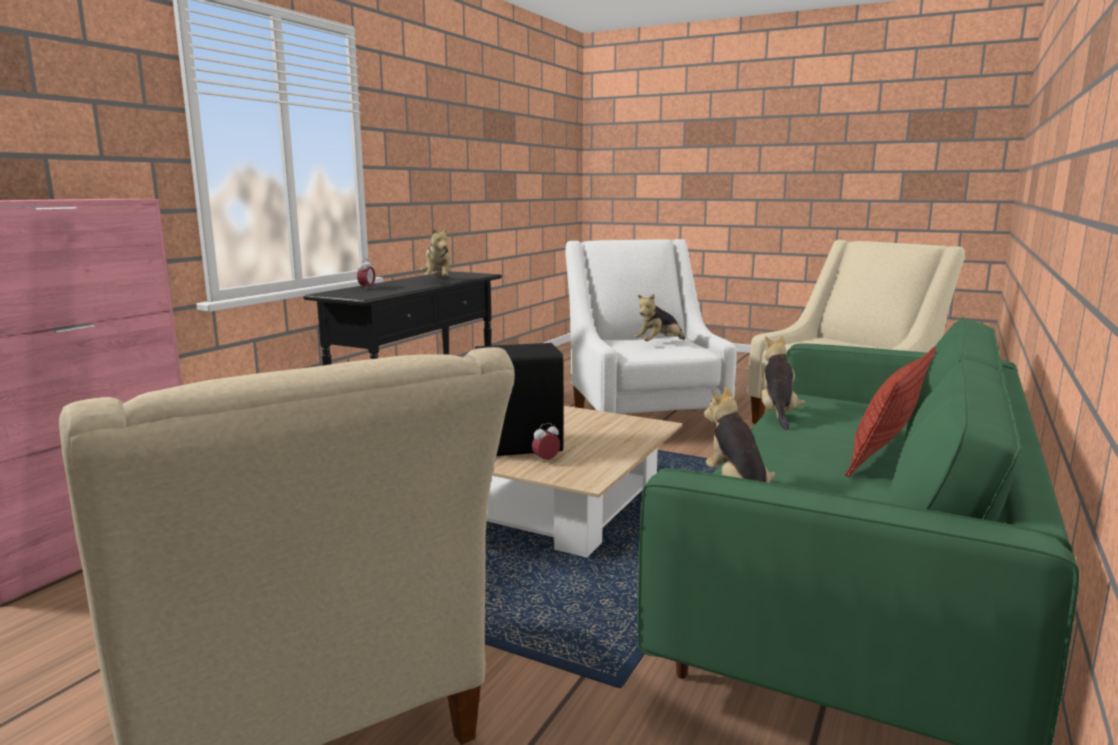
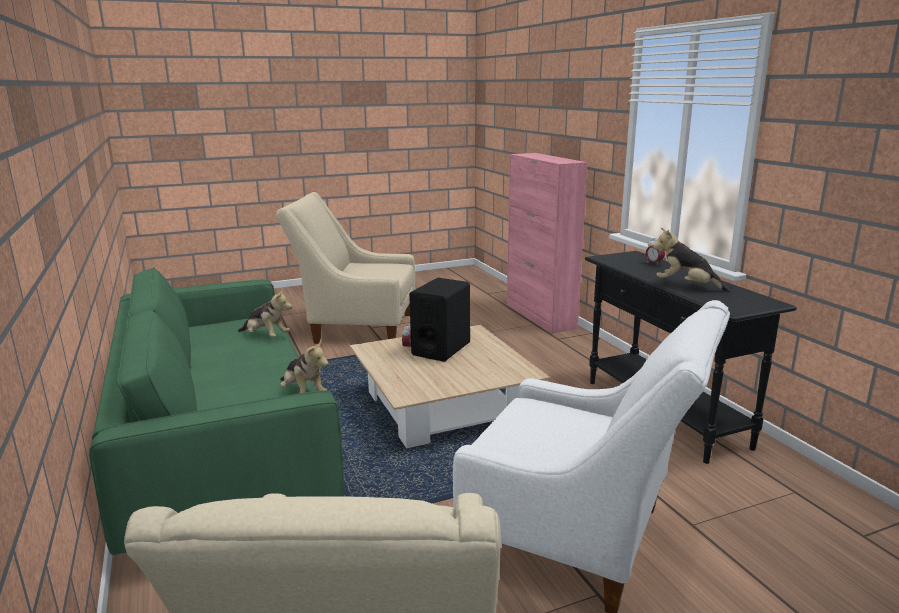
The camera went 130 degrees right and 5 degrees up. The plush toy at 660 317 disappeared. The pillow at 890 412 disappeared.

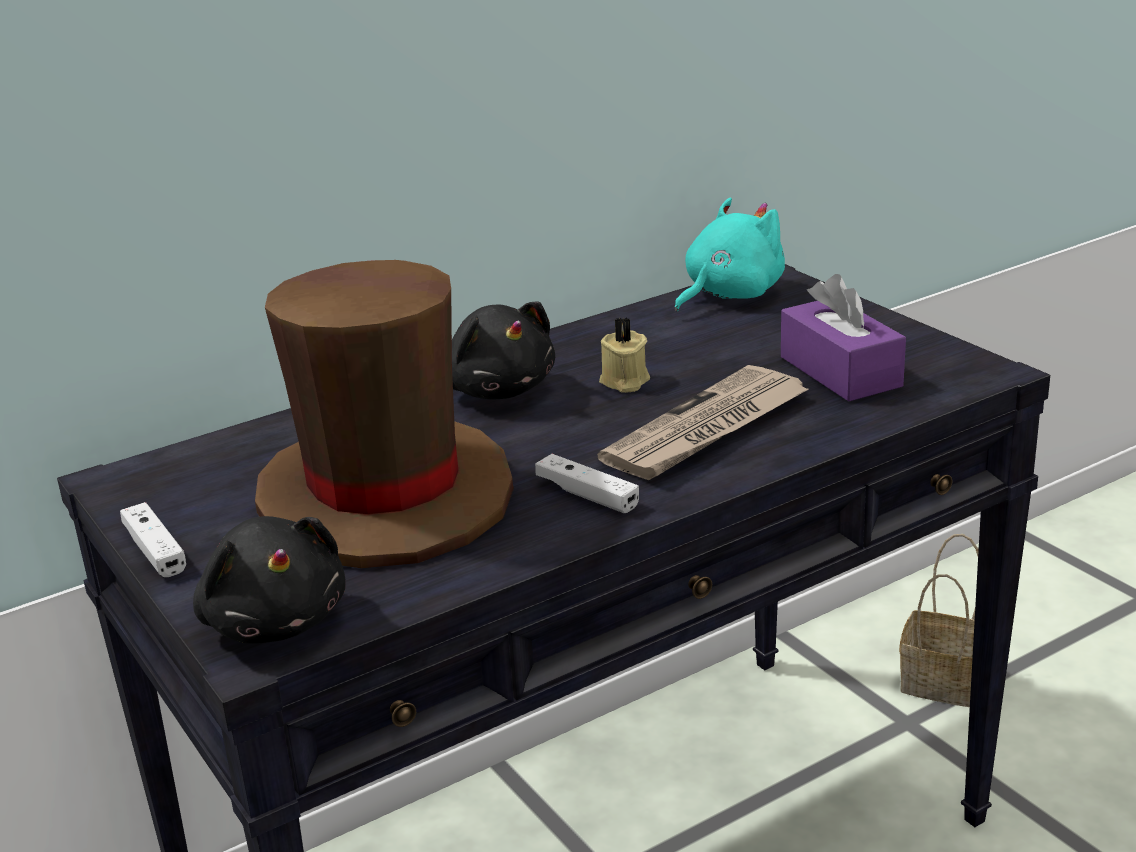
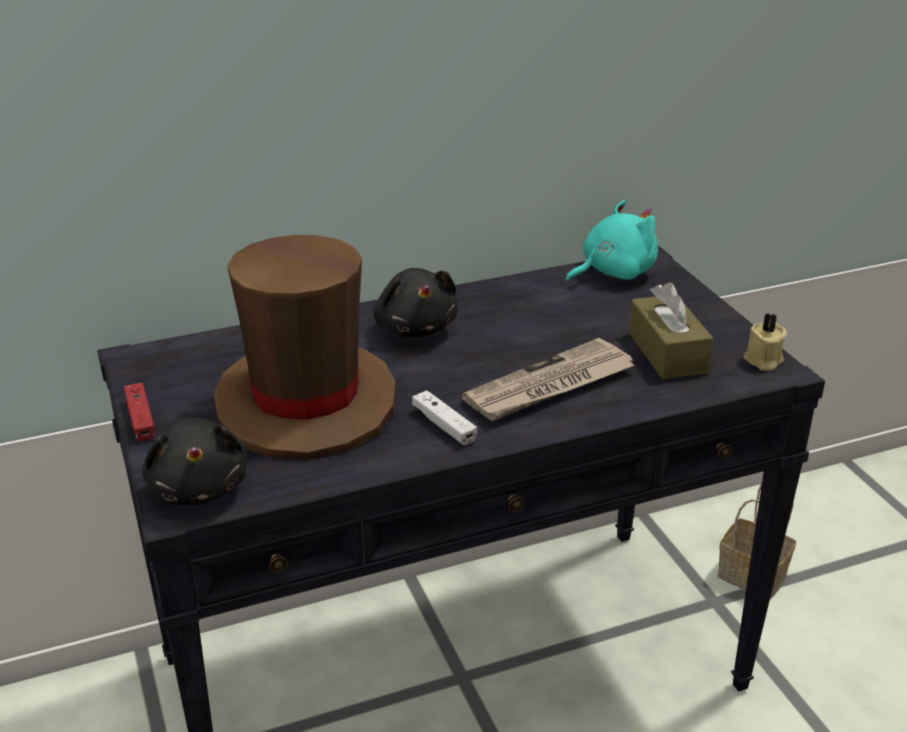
The camera went 10 degrees right and 5 degrees up. The whitish gamepad at 153 539 became the red gamepad at 139 412. The sand-coloured wax candle moved from 624 355 to 765 342. The purplish tissue holder at 843 338 became the brown tissue holder at 671 330.

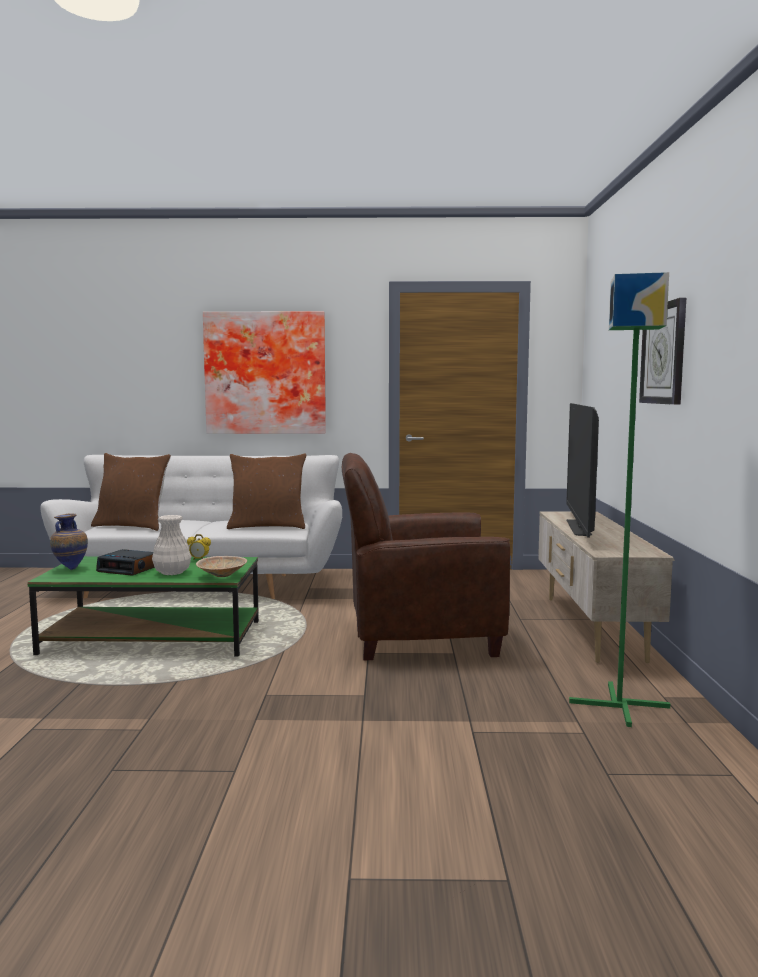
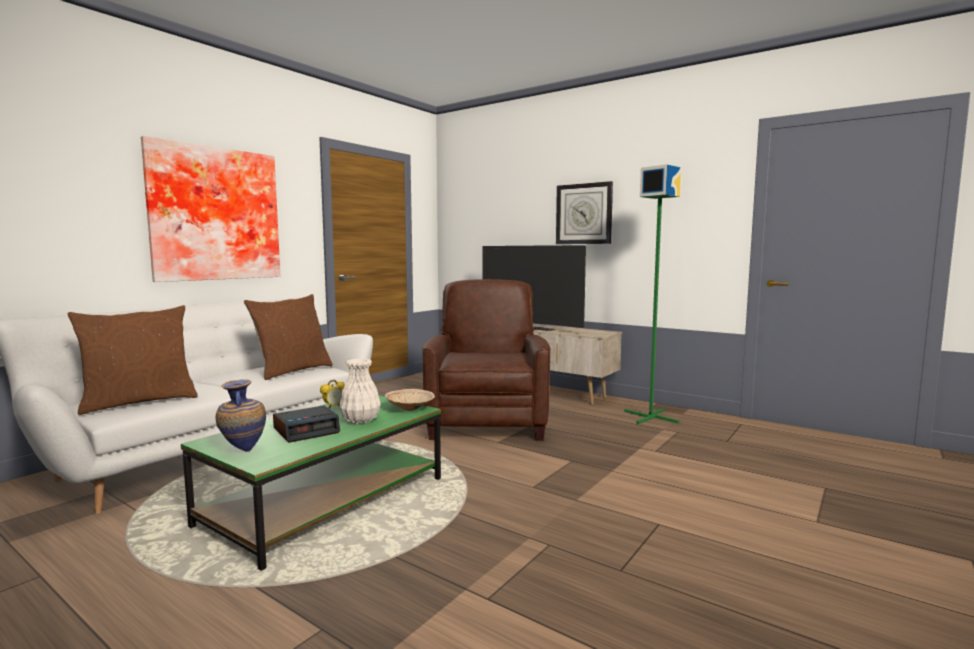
The camera went 55 degrees left and 0 degrees up. The brown easy chair at 426 556 turned 150 degrees clockwise.

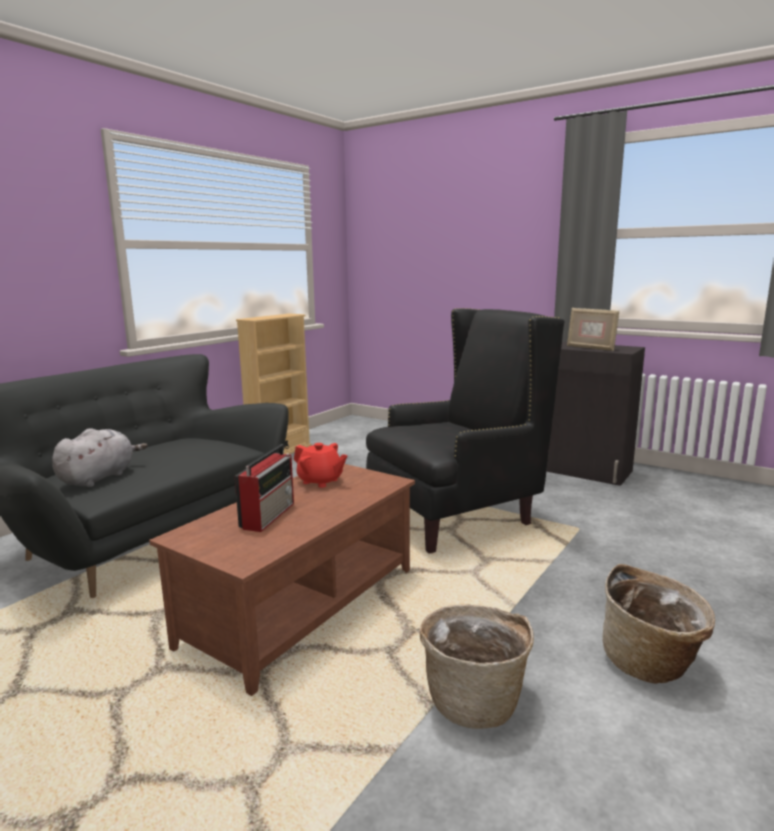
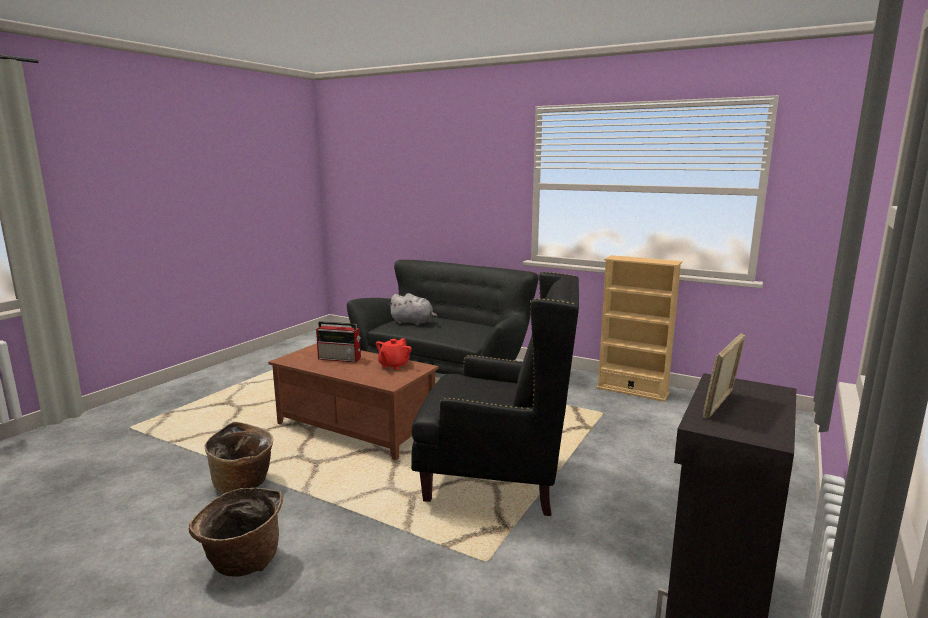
The camera went 85 degrees right and 0 degrees up. The blackish easy chair at 465 431 turned 45 degrees counterclockwise.

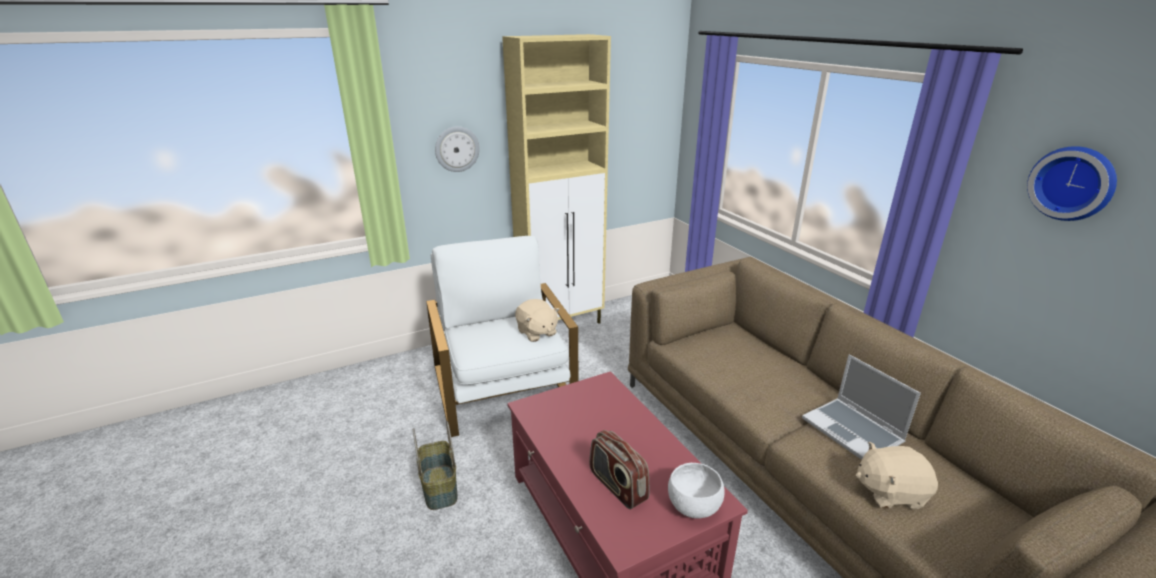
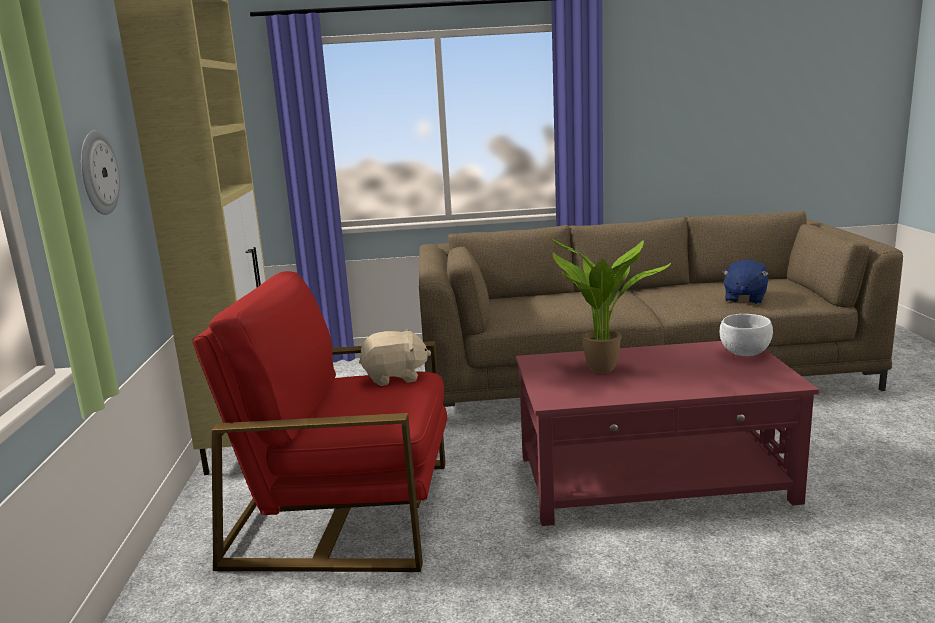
The camera went 65 degrees left and 10 degrees down. The storage basket at 435 465 disappeared. The whitish easy chair at 502 336 became the red easy chair at 320 421. The radio at 619 470 disappeared. The portable computer at 861 407 disappeared. The sand-coloured plush toy at 897 475 became the bluish plush toy at 745 282. The wall clock at 1072 183 disappeared. The potted plant at 608 303 appeared.

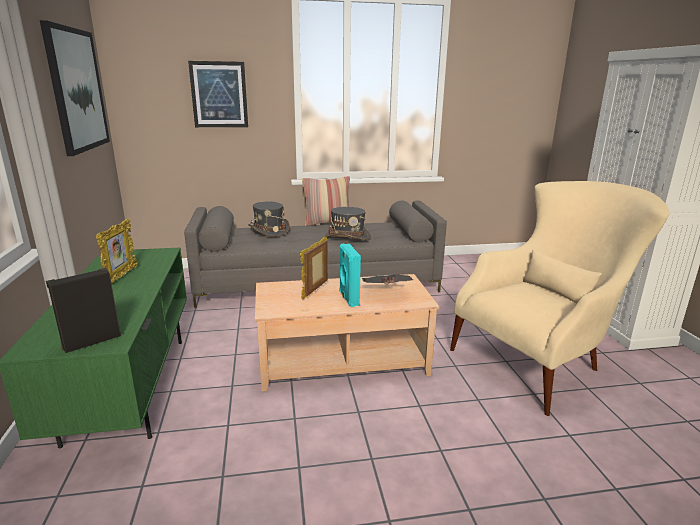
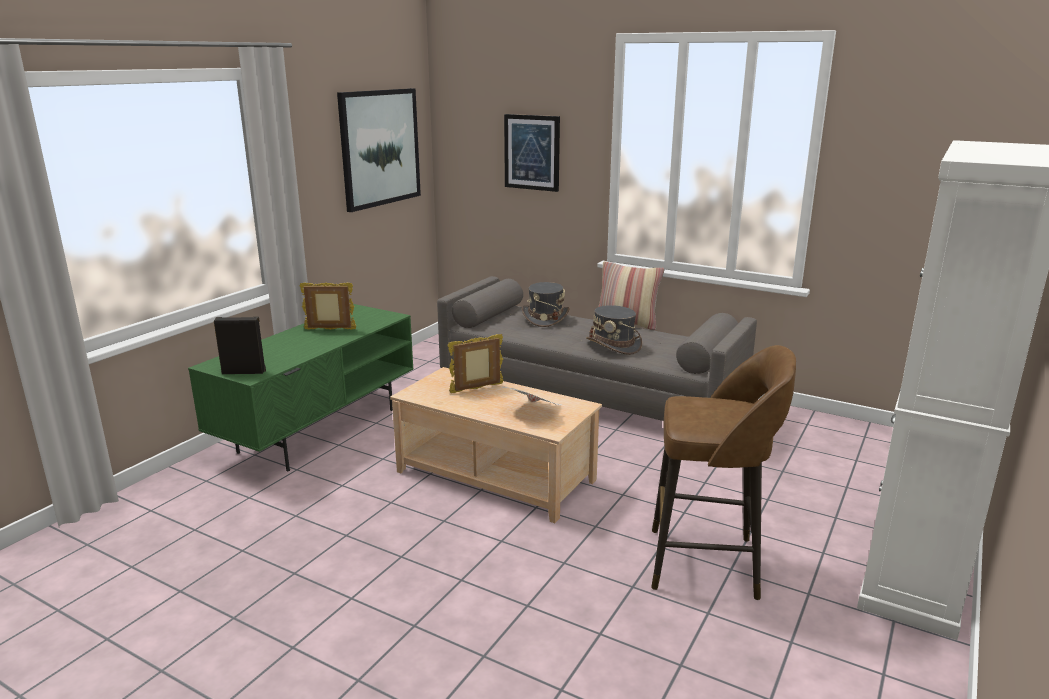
The camera went 40 degrees right and 0 degrees up. The standing frame at 116 251 turned 135 degrees counterclockwise. The blue-green loudspeaker at 350 275 disappeared. The sand-coloured easy chair at 560 298 was replaced by the brown stool at 723 472.

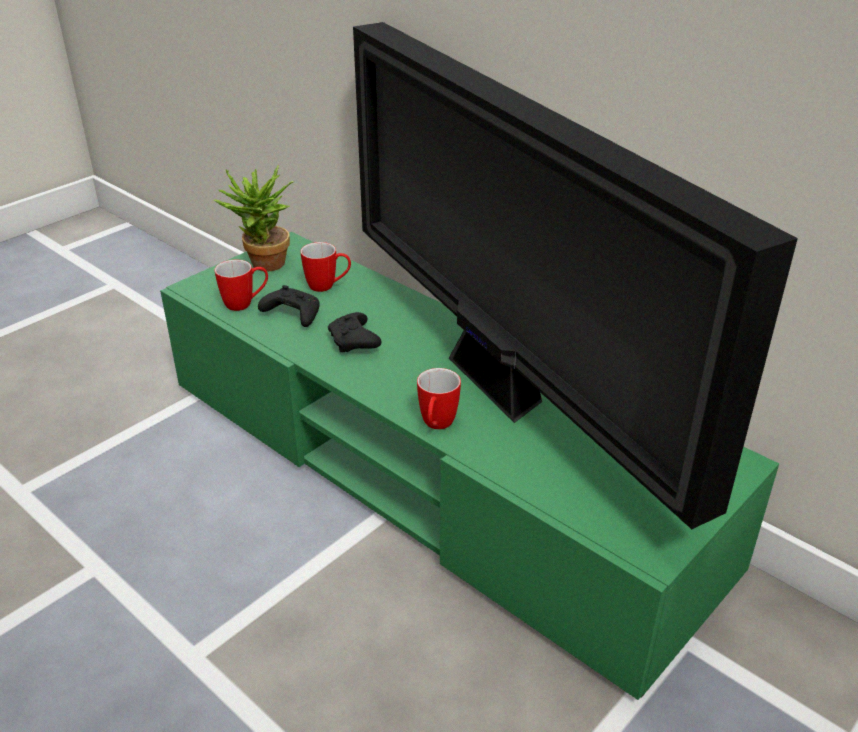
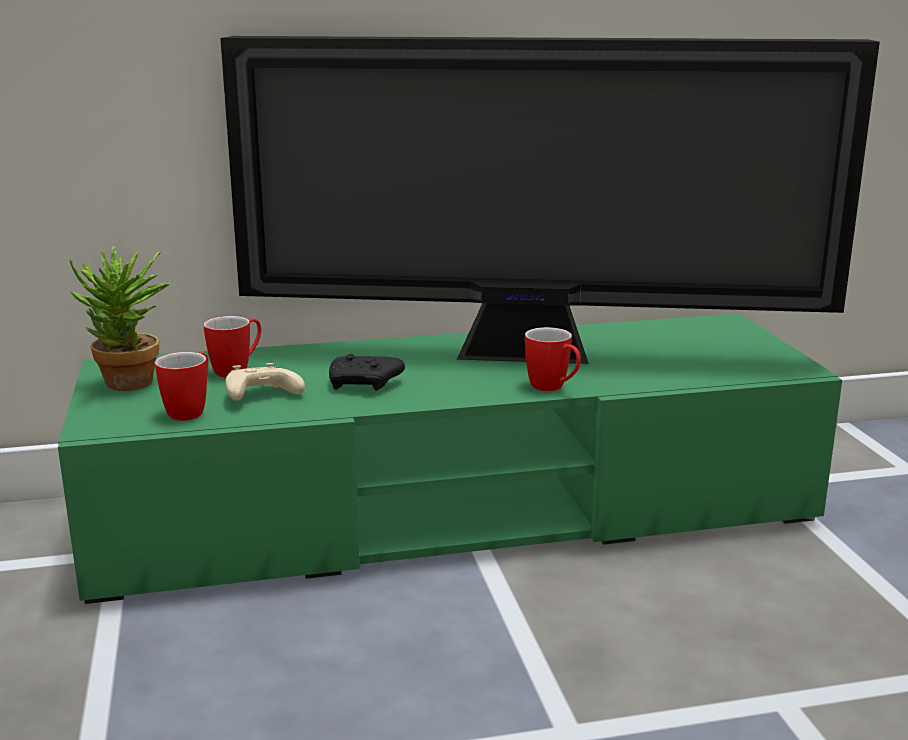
The camera went 55 degrees left and 15 degrees down. The blackish gamepad at 289 306 became the sand-coloured gamepad at 265 382.

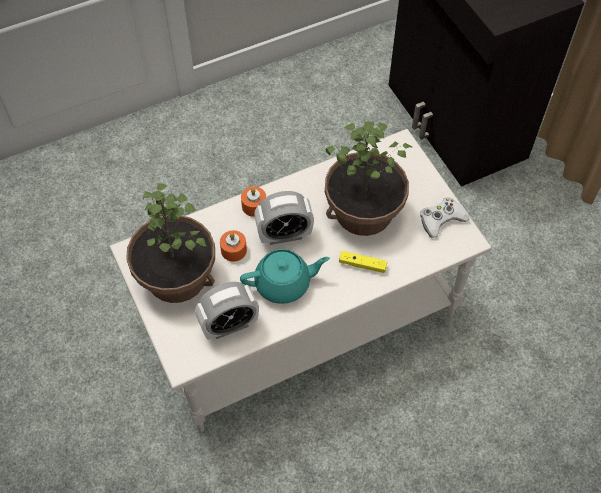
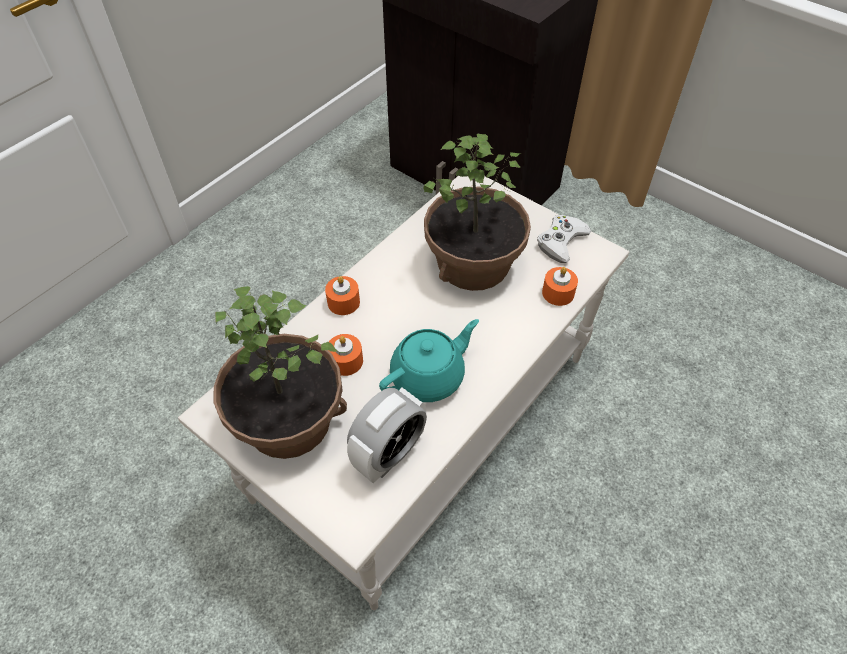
The camera went 25 degrees left and 5 degrees down. The table clock at 284 218 disappeared. The yellowish gamepad at 363 262 disappeared. The orange-coloured wax candle at 560 286 appeared.

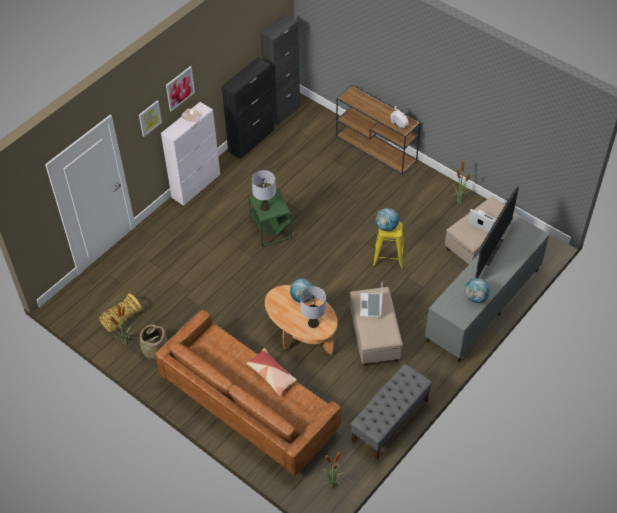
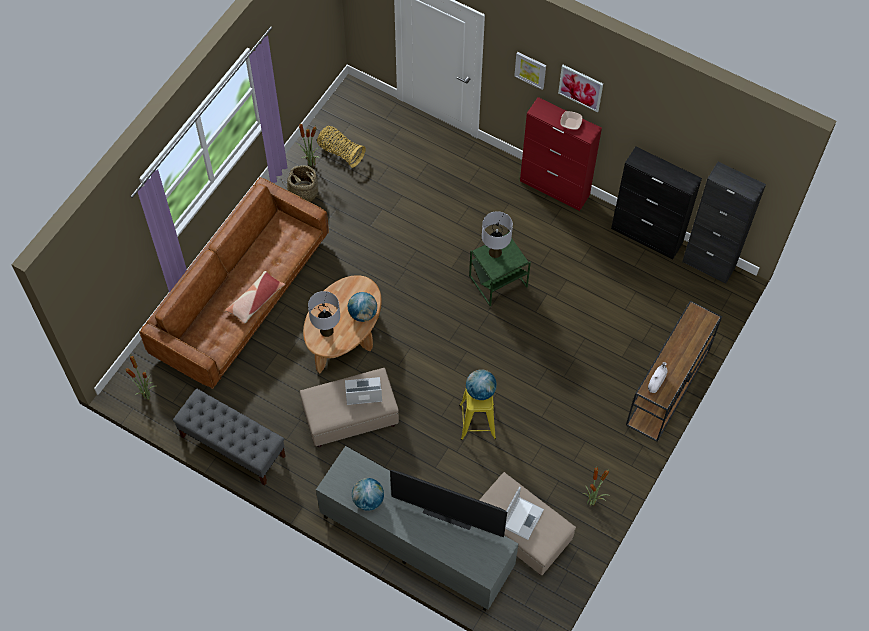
The camera went 80 degrees right and 10 degrees up. The whitish cupboard at 190 154 became the red cupboard at 561 154.

